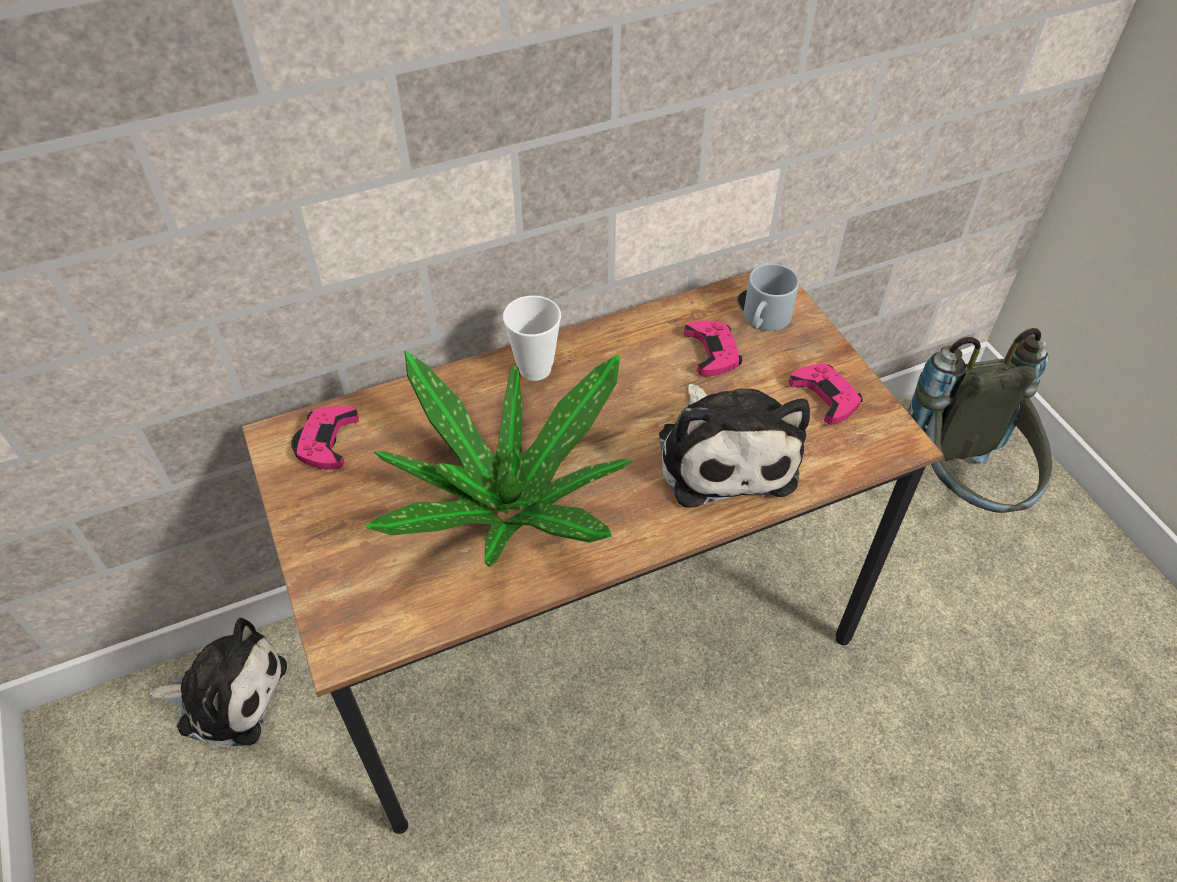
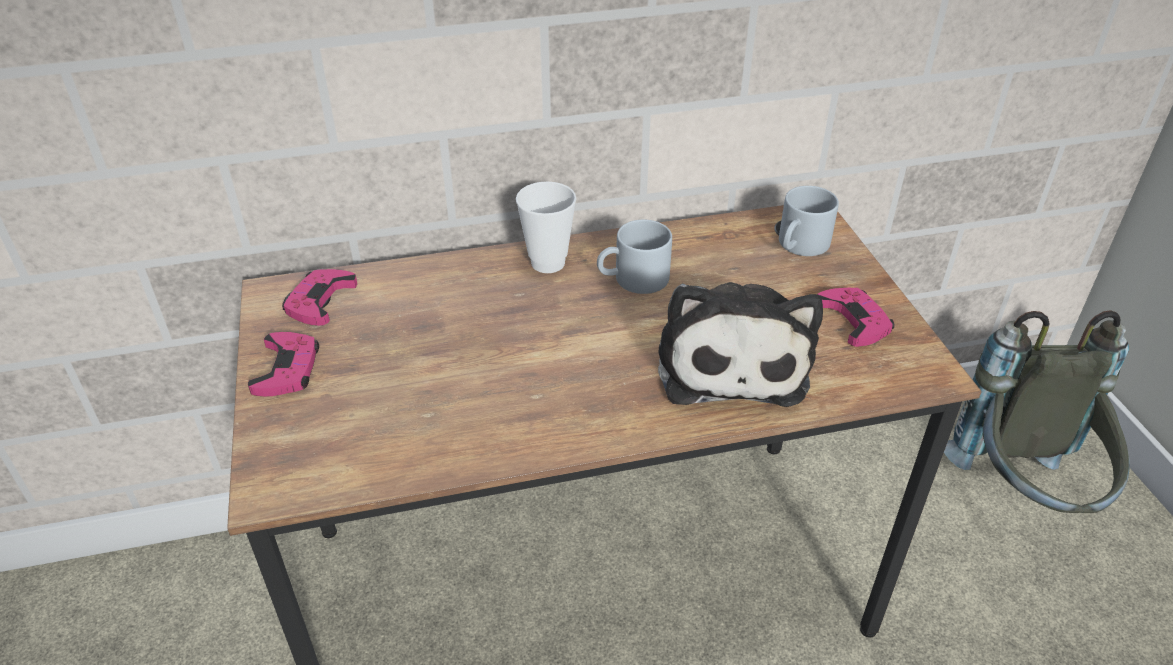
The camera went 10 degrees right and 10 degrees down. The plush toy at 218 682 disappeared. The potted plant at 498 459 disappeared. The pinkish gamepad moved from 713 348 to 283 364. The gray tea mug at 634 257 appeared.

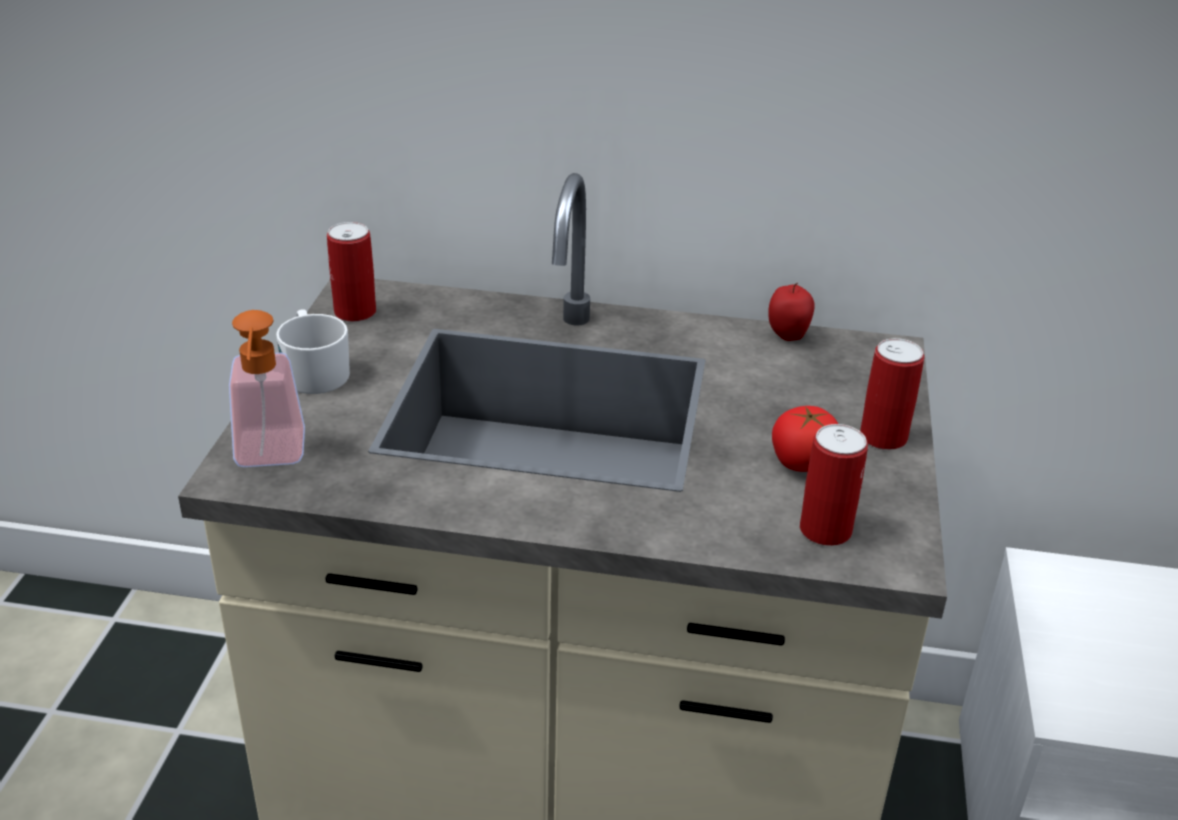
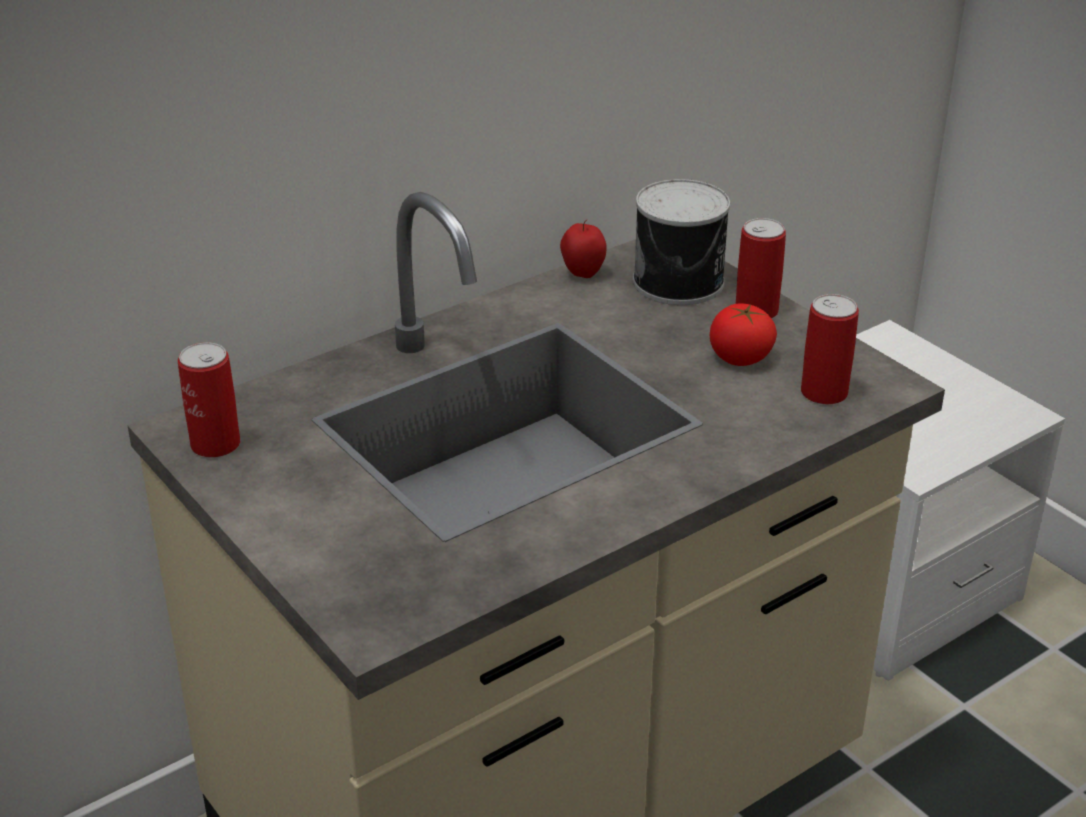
The camera went 45 degrees left and 0 degrees up. The liquid soap bottle at 267 388 disappeared. The whitish tea mug at 313 351 disappeared. The sealed can at 681 242 appeared.

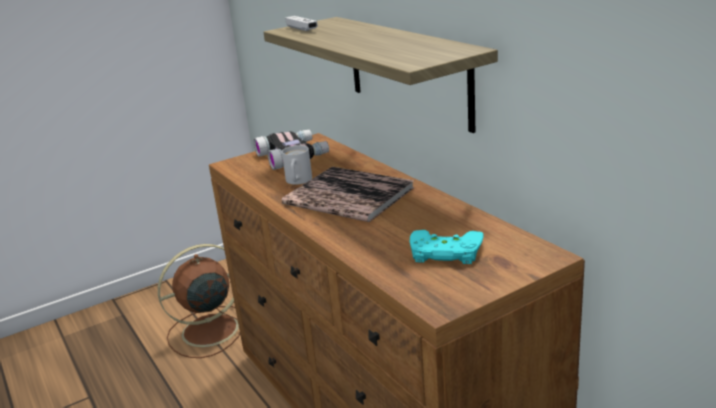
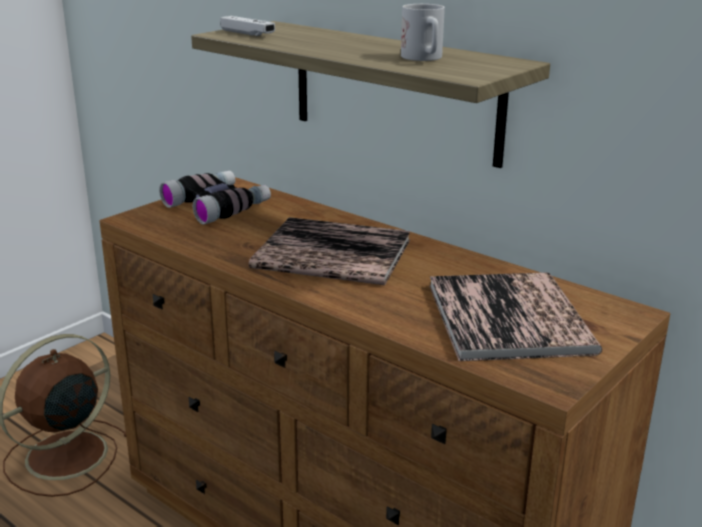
The camera went 20 degrees left and 0 degrees up. The whitish tea mug moved from 297 165 to 423 32. The blue-green gamepad at 447 247 was replaced by the volume at 515 316.

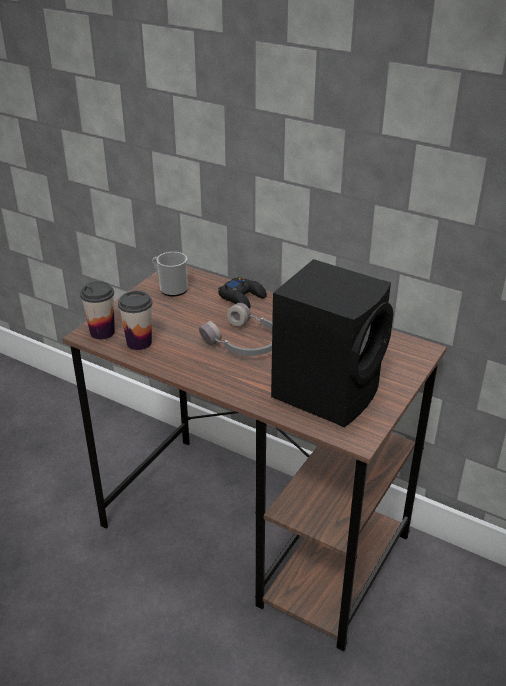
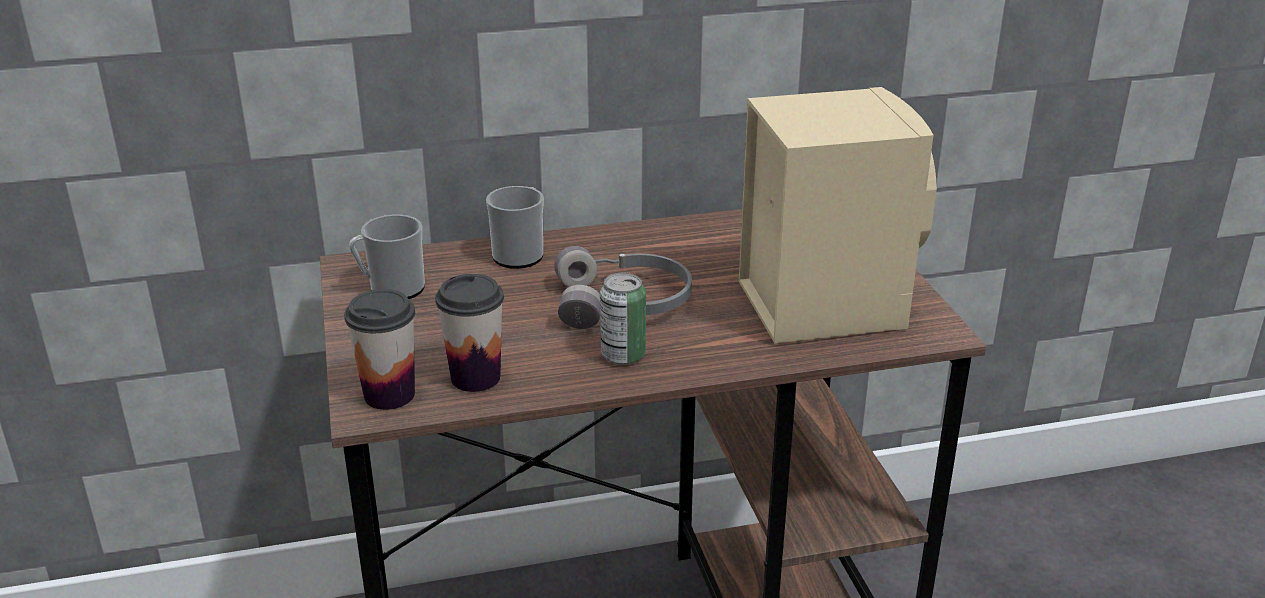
The camera went 45 degrees left and 5 degrees down. The blackish gamepad at 242 293 was replaced by the tea mug at 515 227. The blackish loudspeaker at 332 343 became the sand-coloured loudspeaker at 838 215. The sealed can at 623 319 appeared.

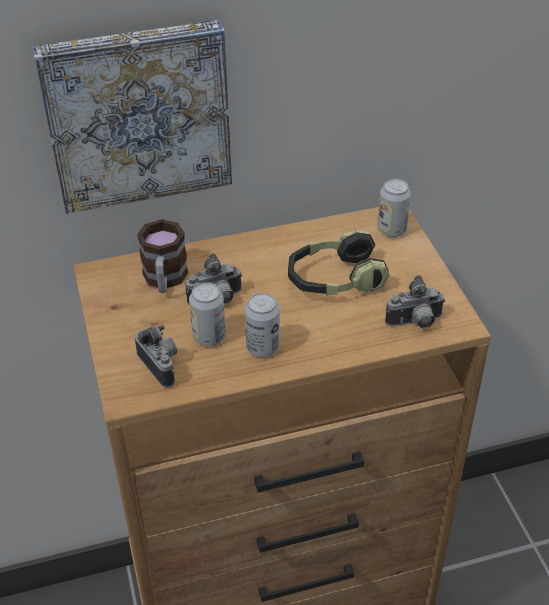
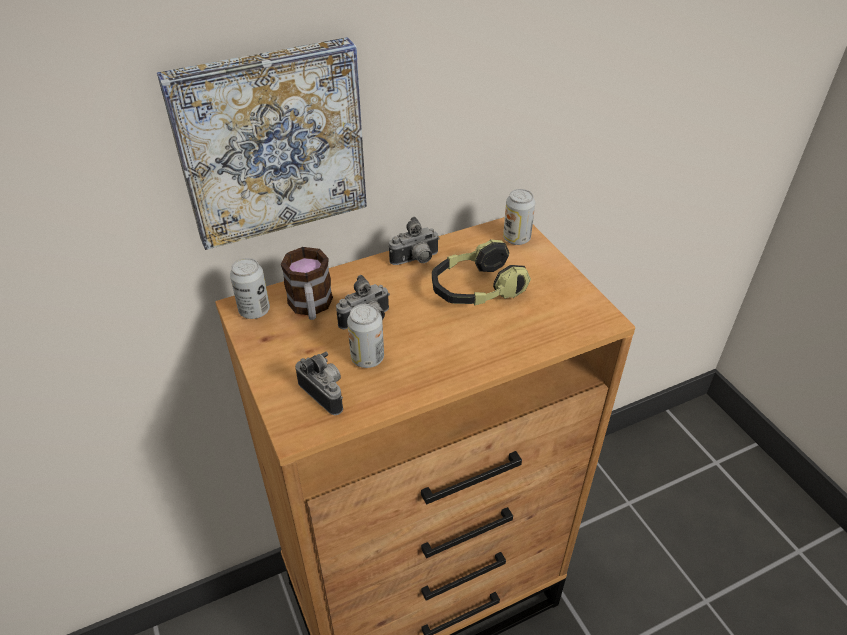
The camera went 10 degrees left and 0 degrees up. The sealed can moved from 262 325 to 250 288. The still camera moved from 415 301 to 414 241.

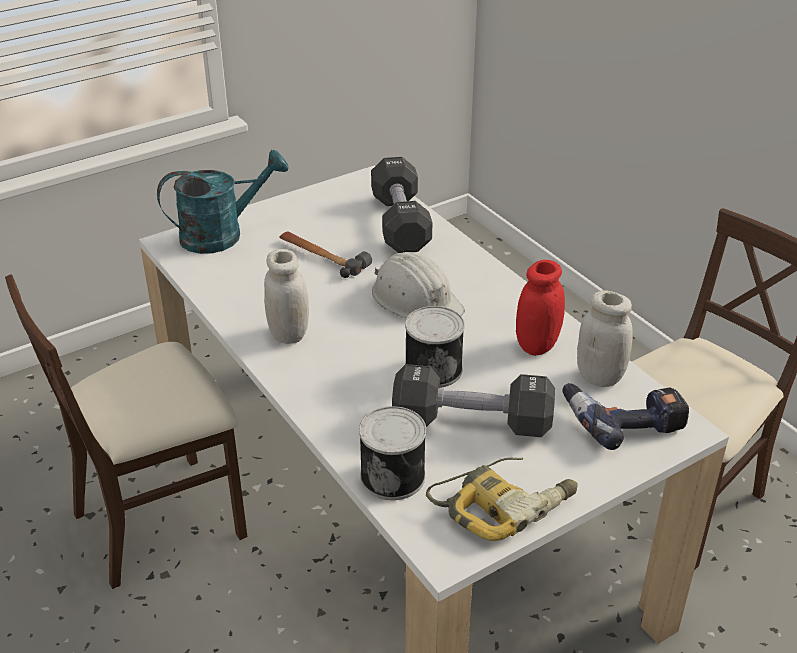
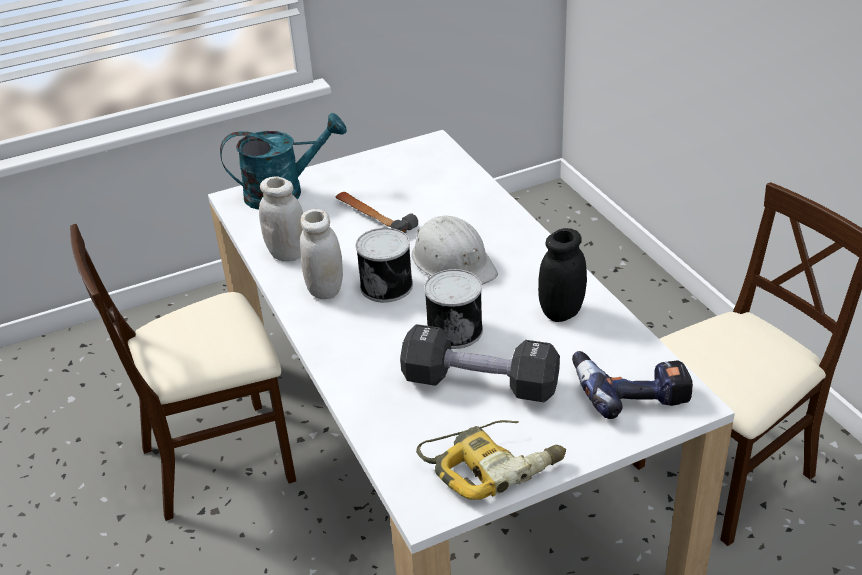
The camera went 10 degrees right and 0 degrees up. The sealed can moved from 392 453 to 384 265. The blackish dumbbell at 402 205 disappeared. The red jar at 540 308 became the blackish jar at 562 275. The whitish jar moved from 604 339 to 281 219.

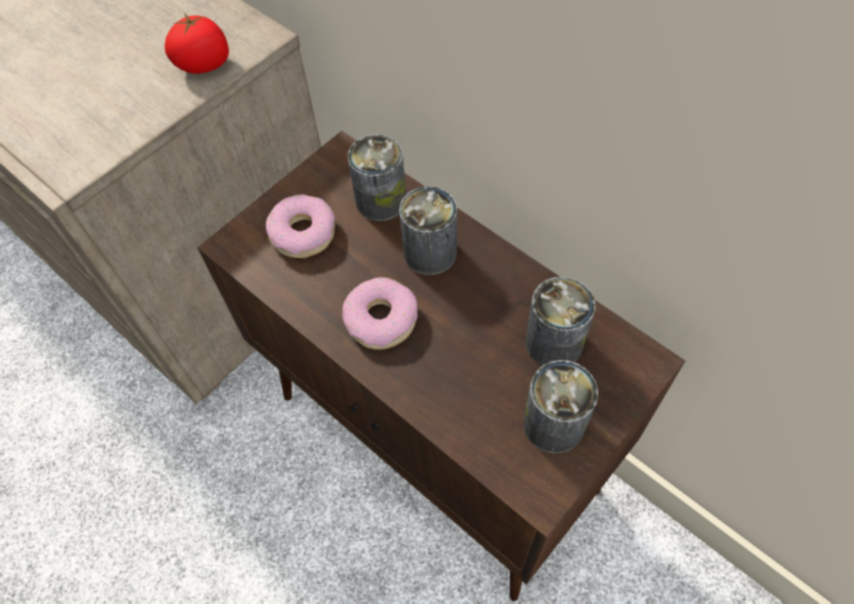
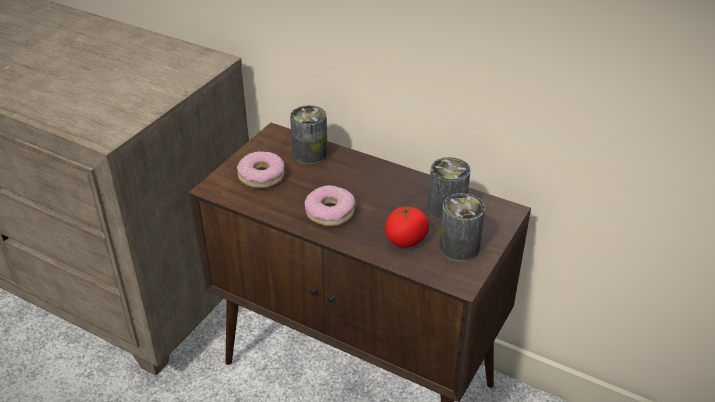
The camera went 15 degrees left and 20 degrees down. The whole tomato moved from 197 43 to 407 227. The sealed can at 428 230 disappeared.

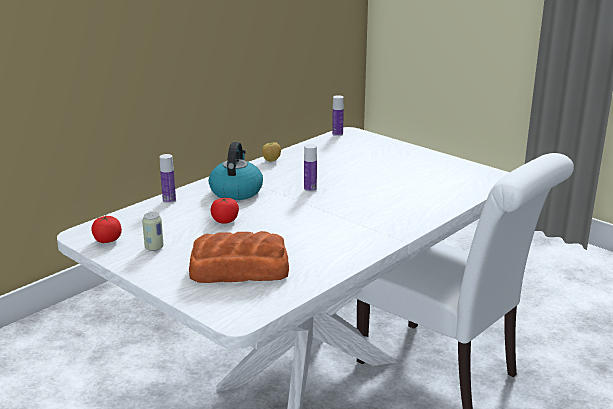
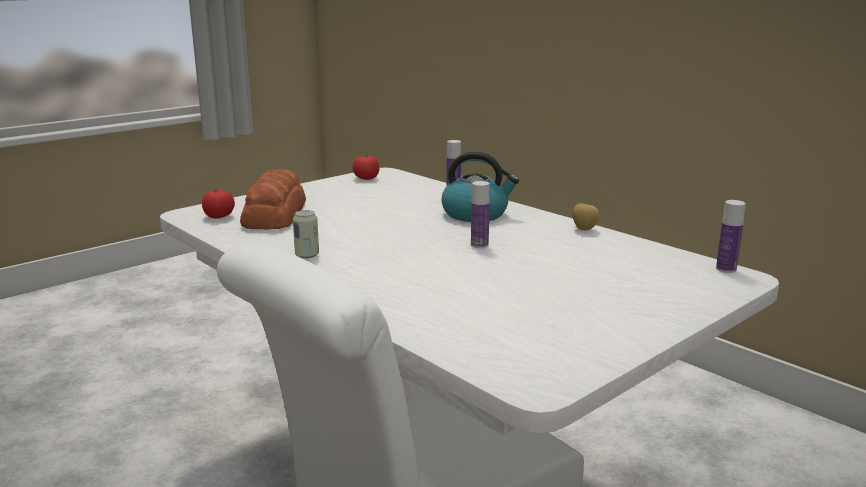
The camera went 95 degrees right and 5 degrees down. The sealed can moved from 153 231 to 306 234. The whole tomato moved from 225 211 to 218 204.

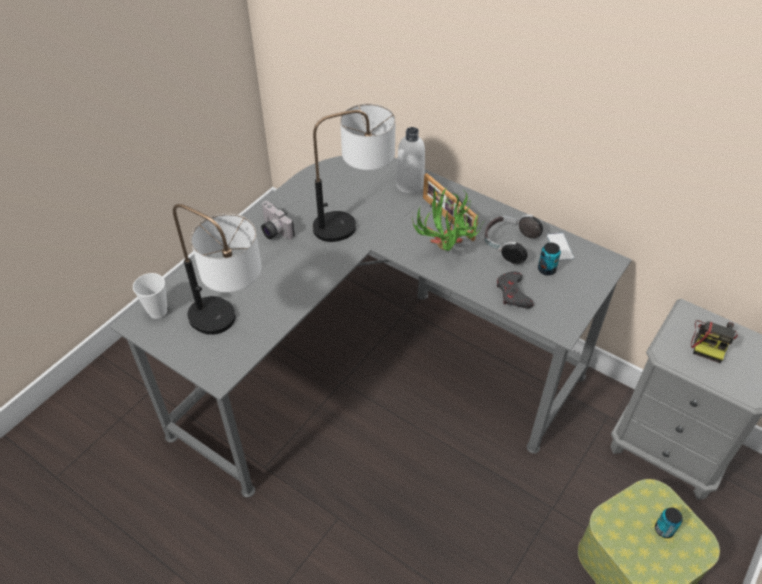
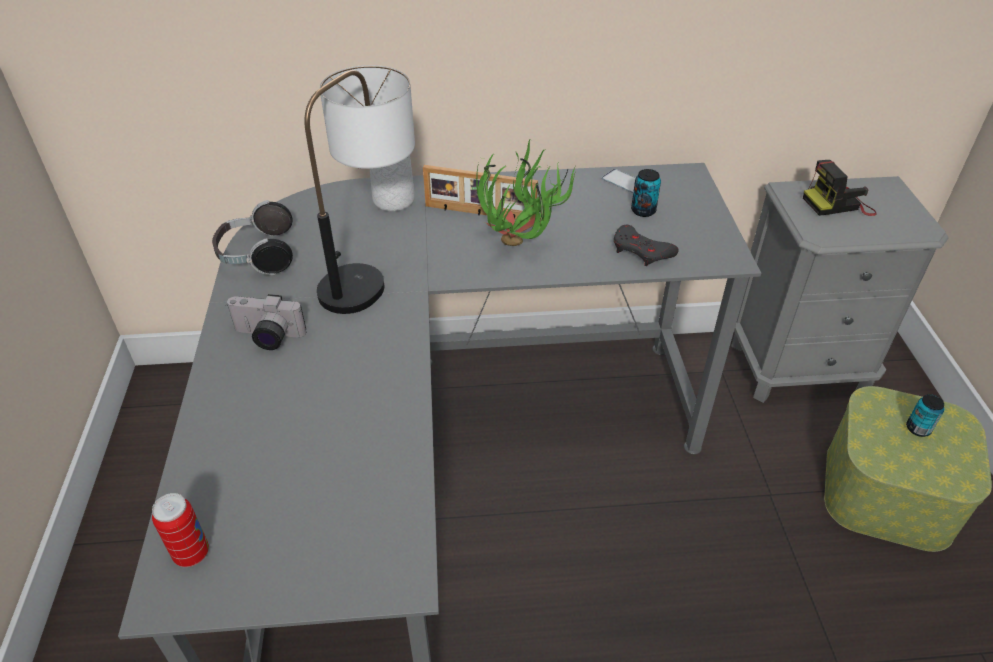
The camera went 40 degrees left and 5 degrees down. The small cup at 150 296 was replaced by the sealed can at 180 530. The table lamp at 217 269 disappeared. The headset moved from 514 239 to 252 237. The still camera at 714 341 turned 90 degrees clockwise.

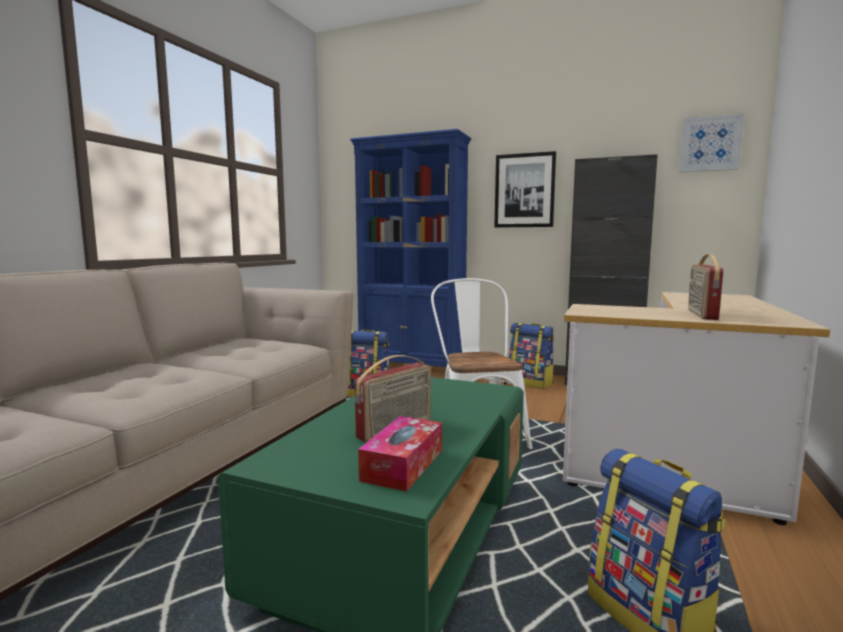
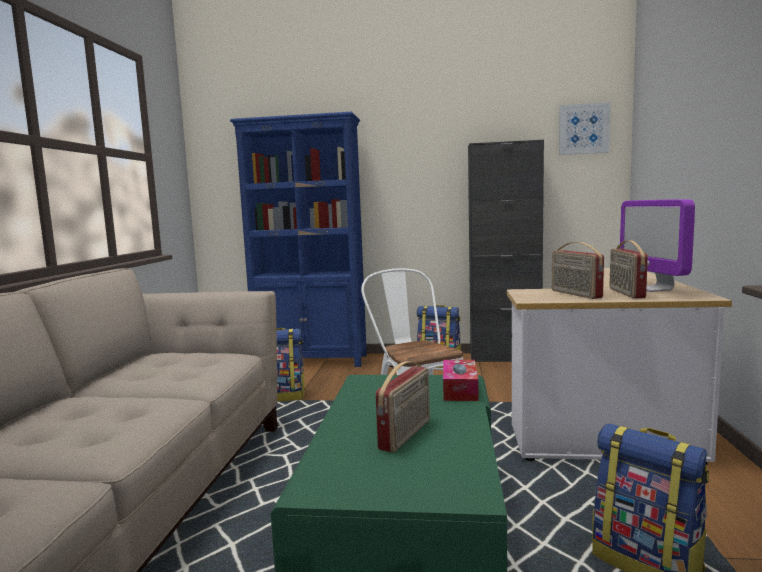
The camera went 15 degrees left and 0 degrees up. The tissue holder moved from 400 454 to 461 380. The picture at 525 189 disappeared. The radio at 578 270 appeared. The computer display at 657 245 appeared.

